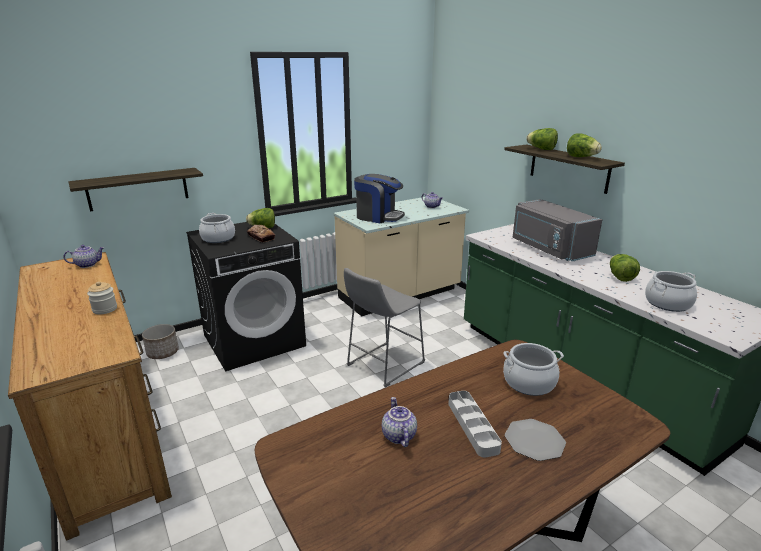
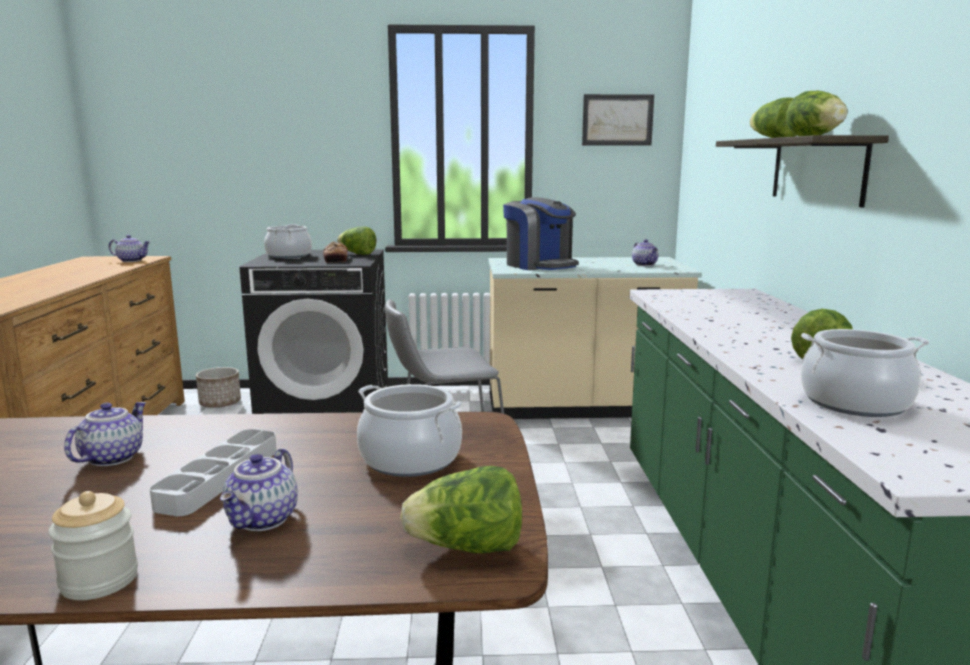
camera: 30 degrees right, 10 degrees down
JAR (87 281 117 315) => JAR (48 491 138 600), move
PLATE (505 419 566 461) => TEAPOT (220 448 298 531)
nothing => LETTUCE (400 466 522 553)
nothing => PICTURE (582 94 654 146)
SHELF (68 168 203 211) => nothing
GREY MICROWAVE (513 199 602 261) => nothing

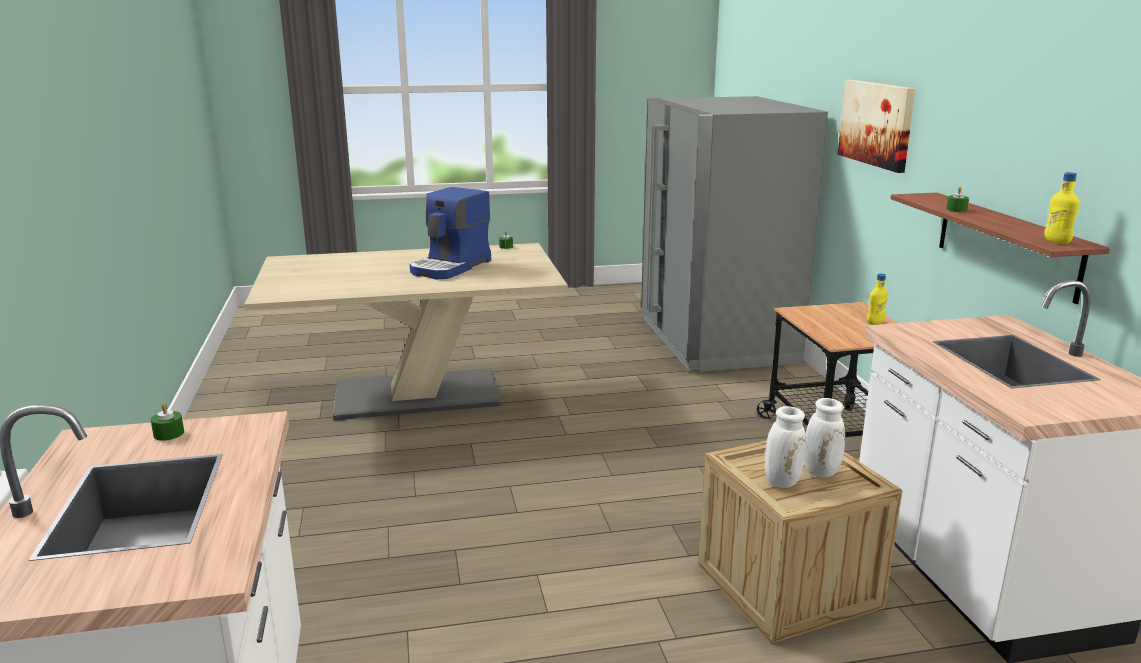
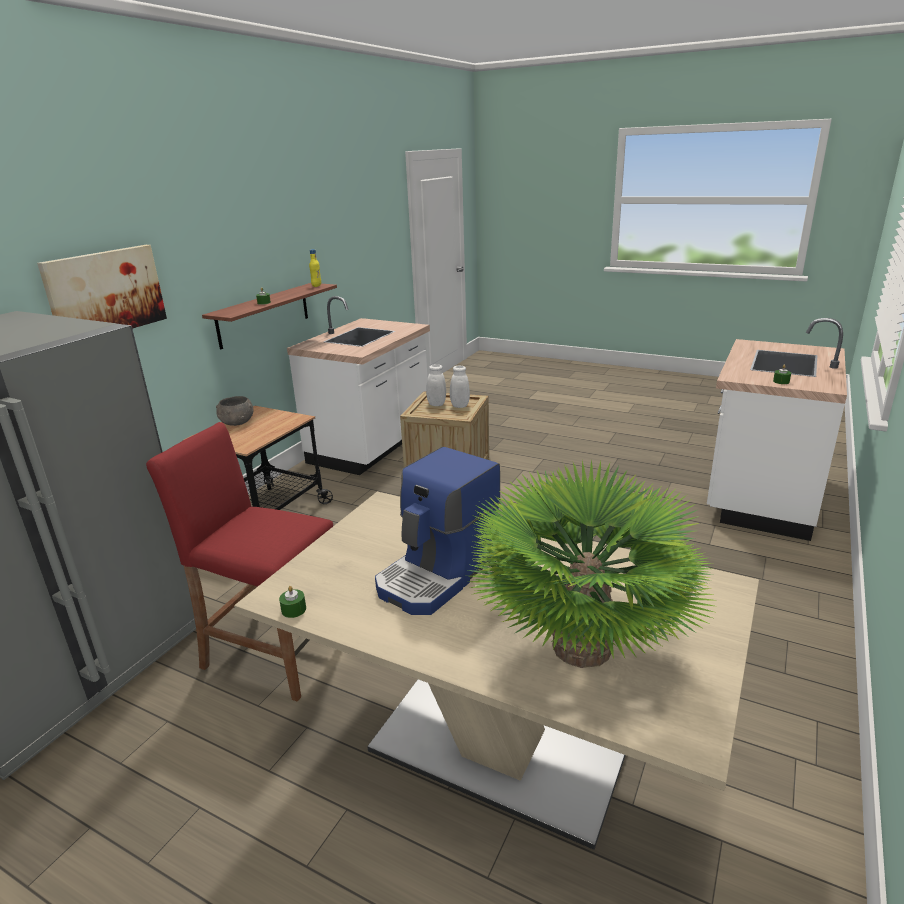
camera: 140 degrees left, 5 degrees up
nothing => RED STOOL (146 422 333 702)
YELLOW BOTTLE (867 274 888 325) => GREY BOWL (216 396 254 426)
COFFEE MACHINE (410 187 491 279) => COFFEE MACHINE (375 447 501 615), 150 degrees clockwise
nothing => POTTED PLANT (468 459 718 668)

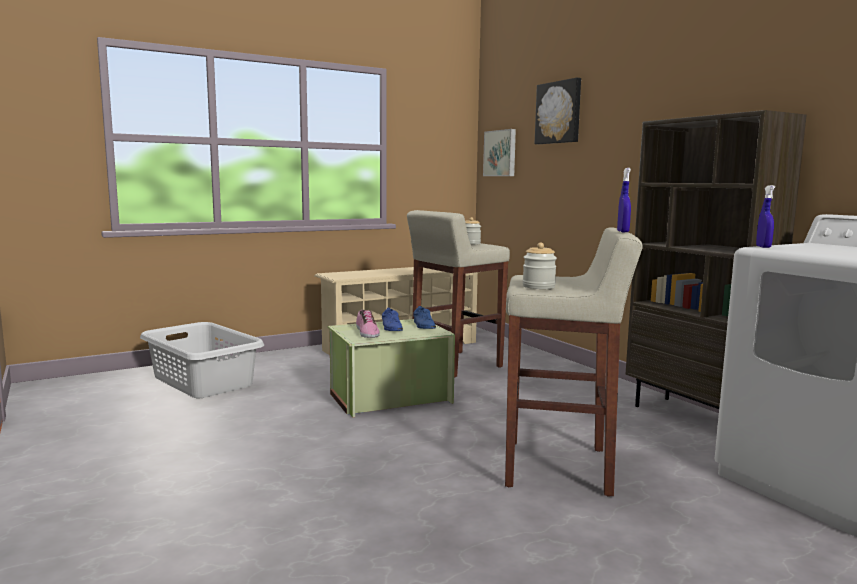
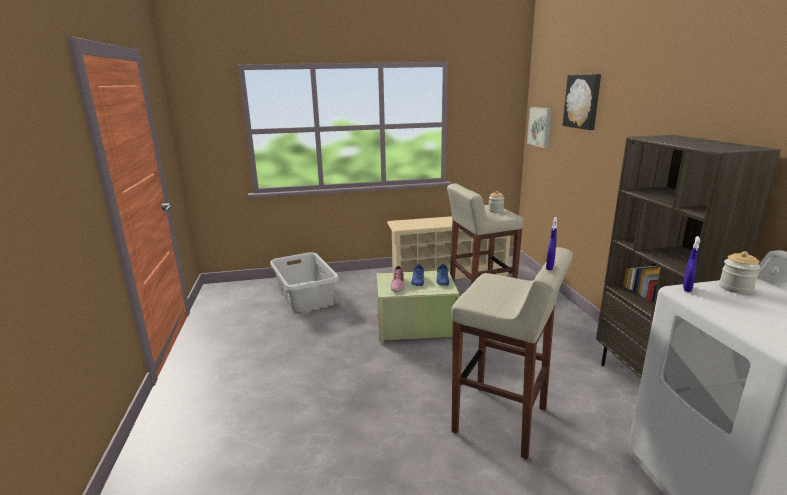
camera: 20 degrees right, 10 degrees up
JAR (523 243 557 289) => JAR (719 251 761 294), move

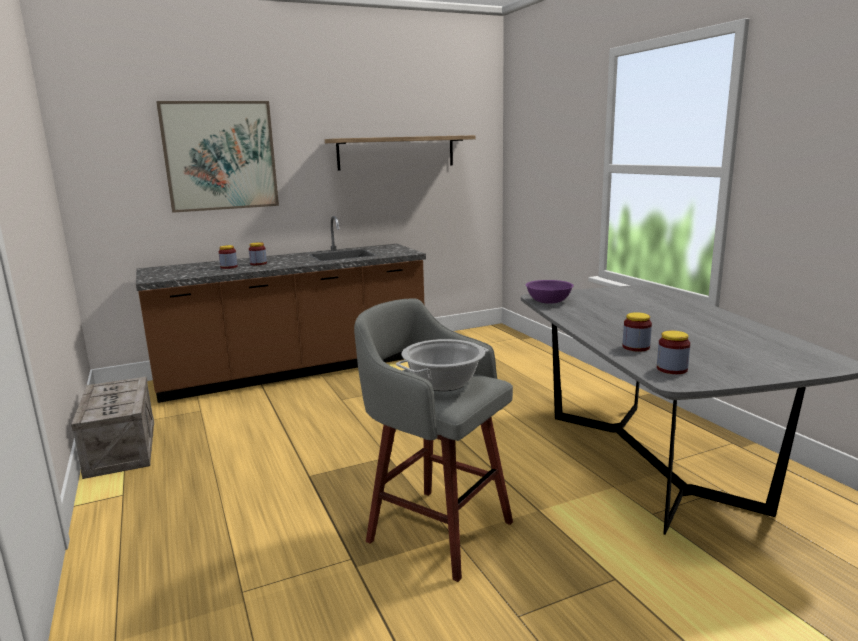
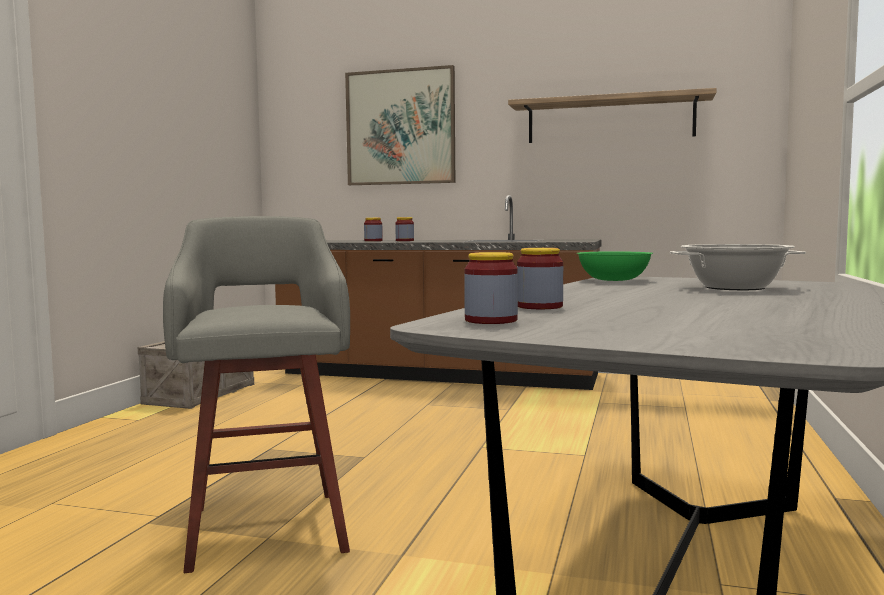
camera: 40 degrees right, 10 degrees down
PURPLE BOWL (526 280 574 304) => GREEN BOWL (577 251 653 281)
COOKING POT (396 339 488 391) => COOKING POT (670 244 806 290), move

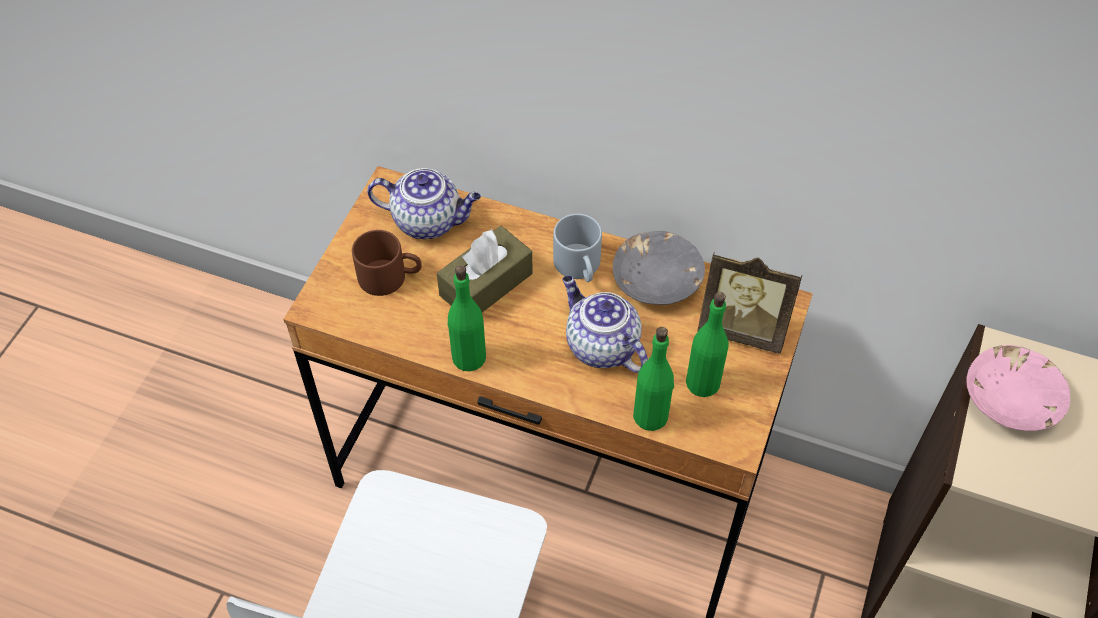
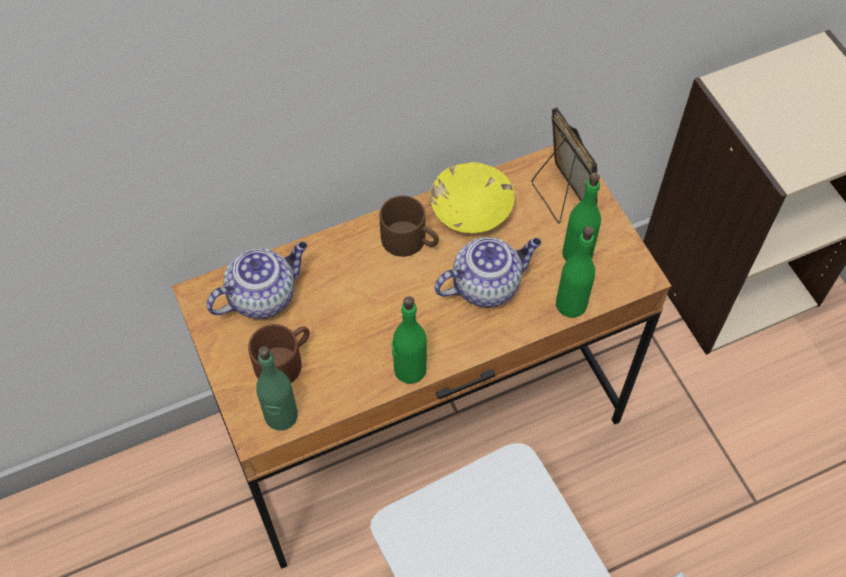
camera: 45 degrees left, 5 degrees up
nothing => GREEN BOTTLE (256 346 298 431)
GREY MUG (553 214 602 282) => BROWN MUG (379 195 439 257)
GREY BOWL (613 231 705 305) => YELLOW BOWL (430 162 515 234)
TEAPOT (562 276 648 373) => TEAPOT (434 237 541 308), 150 degrees clockwise
PICTURE FRAME (697 252 802 354) => PICTURE FRAME (531 107 597 224), 90 degrees counterclockwise
BROWN TISSUE BOX (437 226 533 313) => nothing
PINK BOWL (966 345 1070 431) => nothing

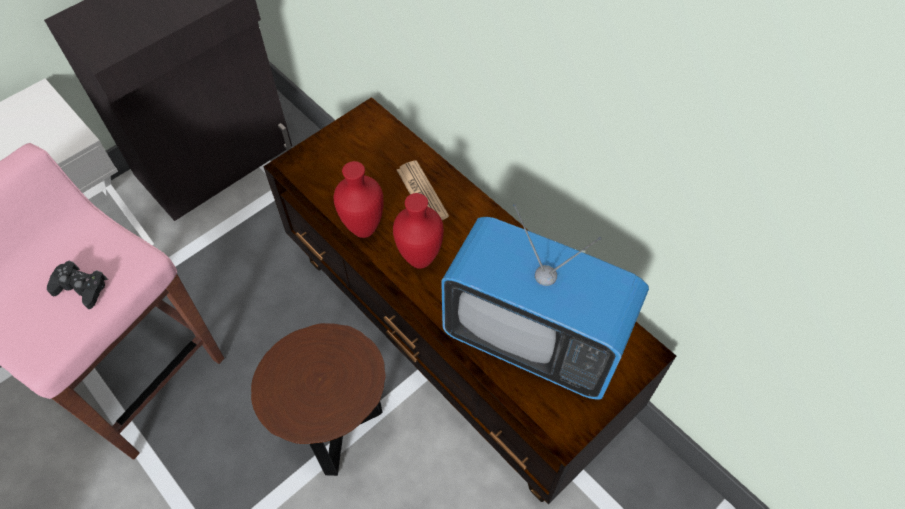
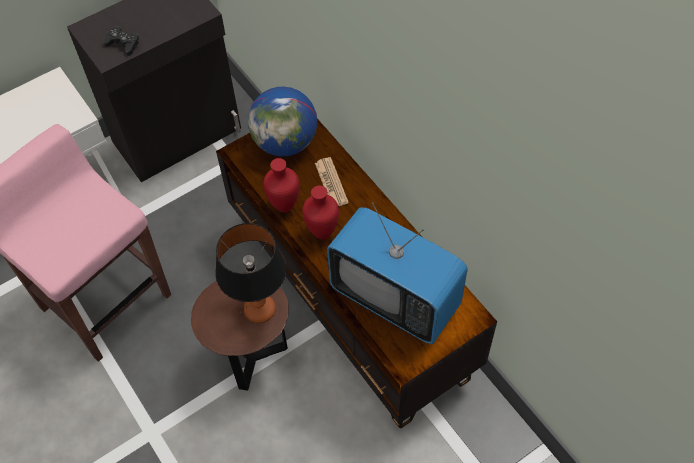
camera: 10 degrees right, 0 degrees up
BLACK GAME CONTROLLER (47 261 108 309) => BLACK GAME CONTROLLER (103 26 140 56), move
nothing => TABLE LAMP (215 223 286 323)
nothing => GLOBE (248 87 317 157)

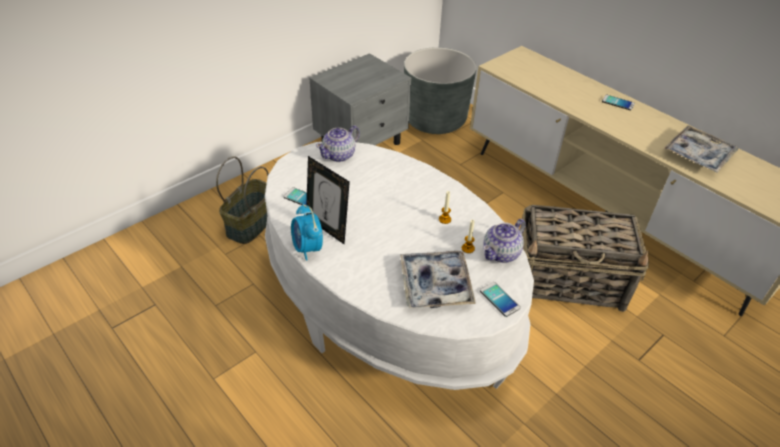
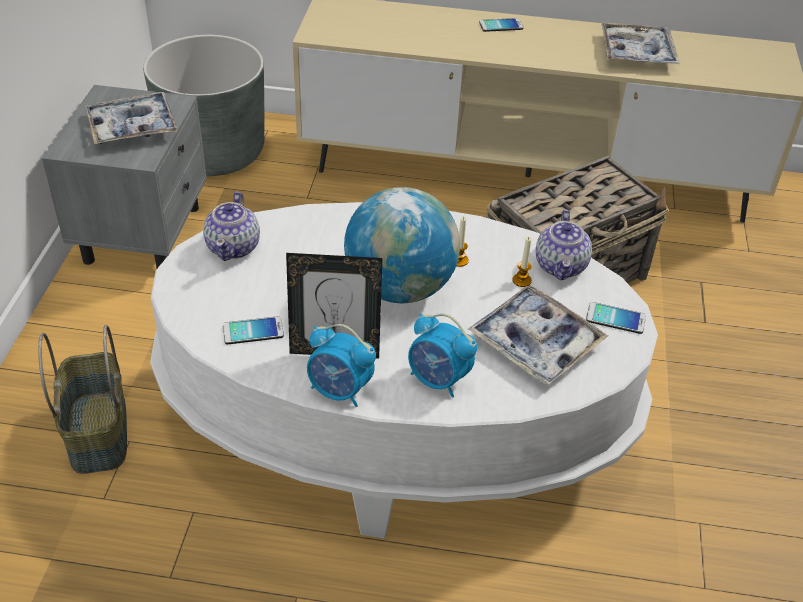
camera: 40 degrees left, 0 degrees up
nothing => TRAY (86 92 177 144)
nothing => GLOBE (344 187 460 303)
nothing => ALARM CLOCK (408 313 477 398)

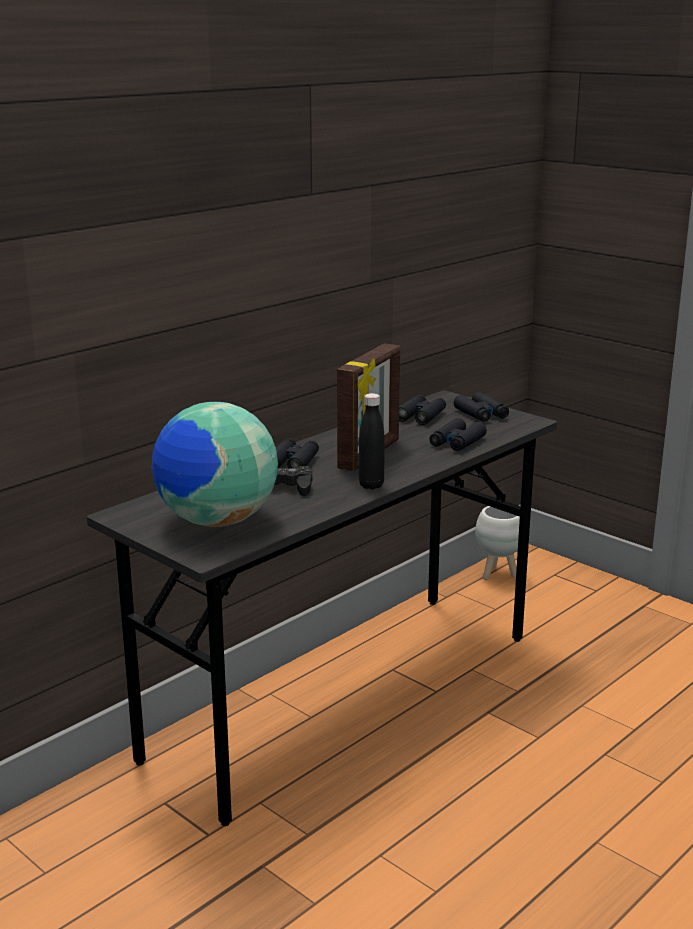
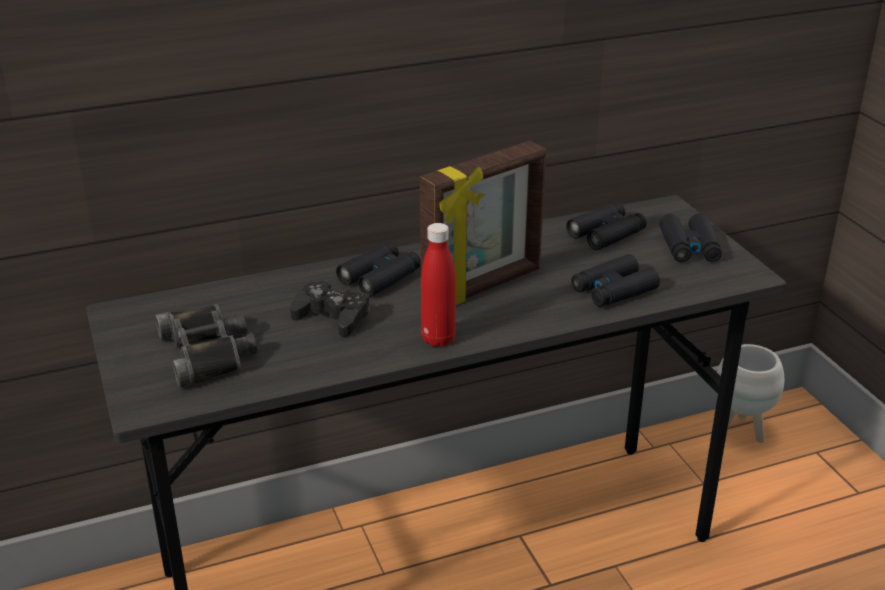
camera: 25 degrees right, 10 degrees up
GLOBE (152 402 278 527) => BLACK BINOCULARS (155 304 257 387)
BLACK BOTTLE (359 393 385 489) => RED BOTTLE (421 223 456 347)

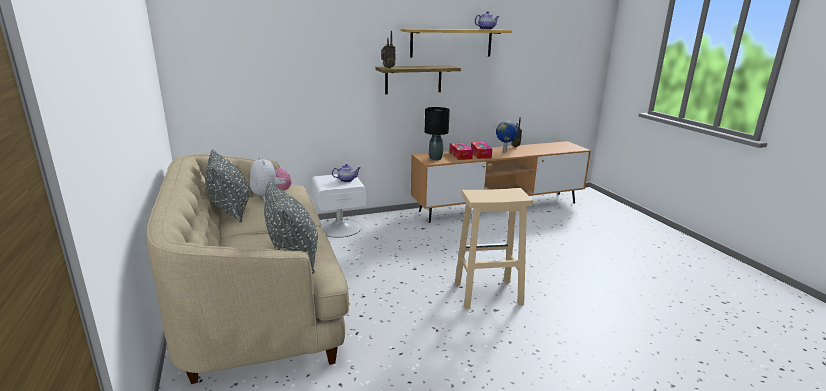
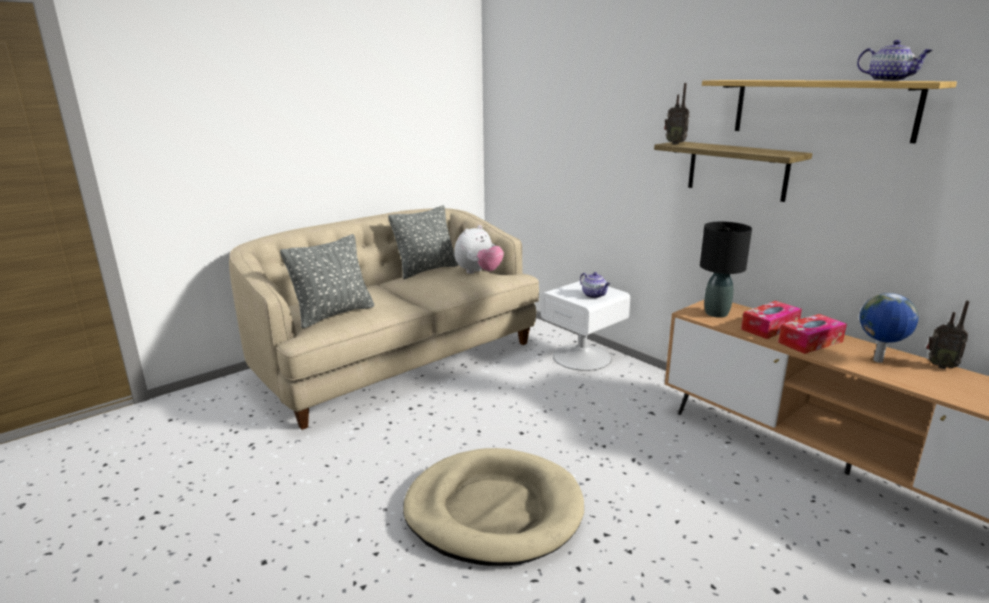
camera: 70 degrees right, 0 degrees up
BEIGE STOOL (455 188 533 309) => BEIGE DOG BED (403 448 584 566)

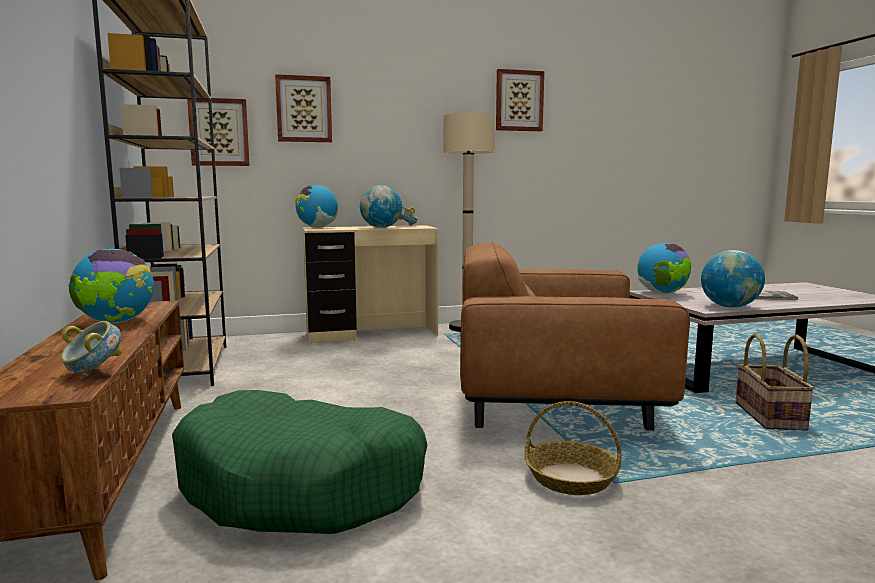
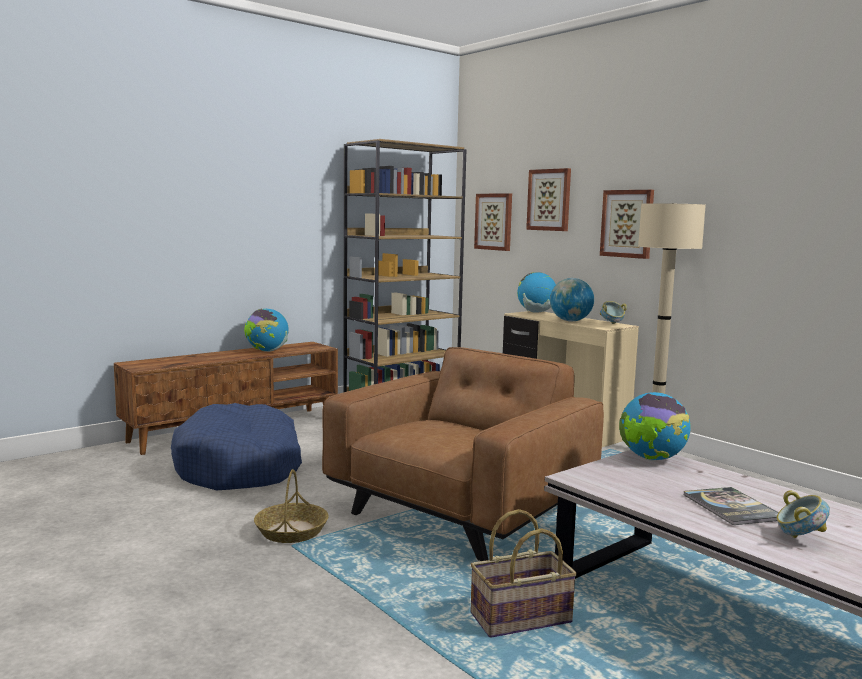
camera: 65 degrees right, 0 degrees up
GREEN DOG BED (172 390 427 534) => BLUE DOG BED (171 403 302 490)
BROWN ARMCHAIR (460 242 690 431) => BROWN ARMCHAIR (322 347 604 561), 60 degrees clockwise
PICTURE (496 69 544 131) => PICTURE (600 190 654 259), move
BOWL (61 321 122 376) => BOWL (776 491 830 538), move
GLOBE (701 250 765 308) => nothing

